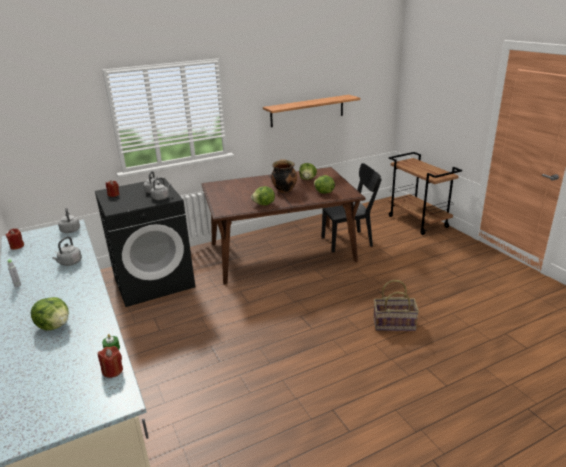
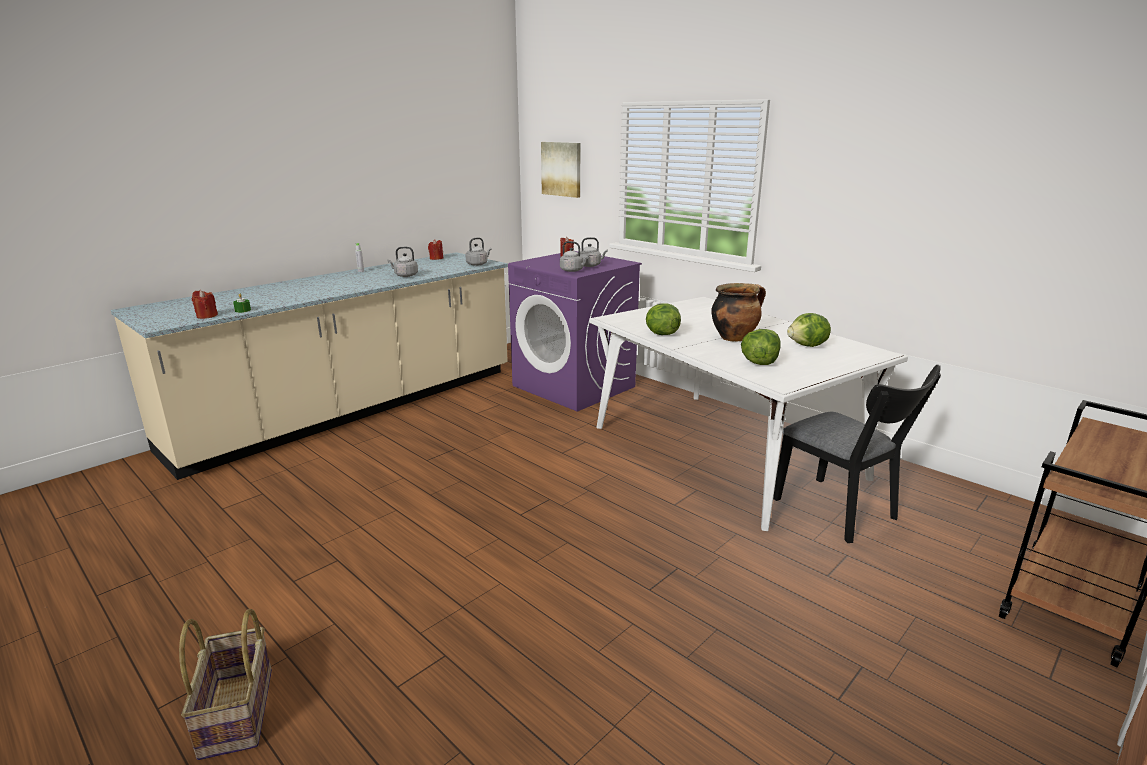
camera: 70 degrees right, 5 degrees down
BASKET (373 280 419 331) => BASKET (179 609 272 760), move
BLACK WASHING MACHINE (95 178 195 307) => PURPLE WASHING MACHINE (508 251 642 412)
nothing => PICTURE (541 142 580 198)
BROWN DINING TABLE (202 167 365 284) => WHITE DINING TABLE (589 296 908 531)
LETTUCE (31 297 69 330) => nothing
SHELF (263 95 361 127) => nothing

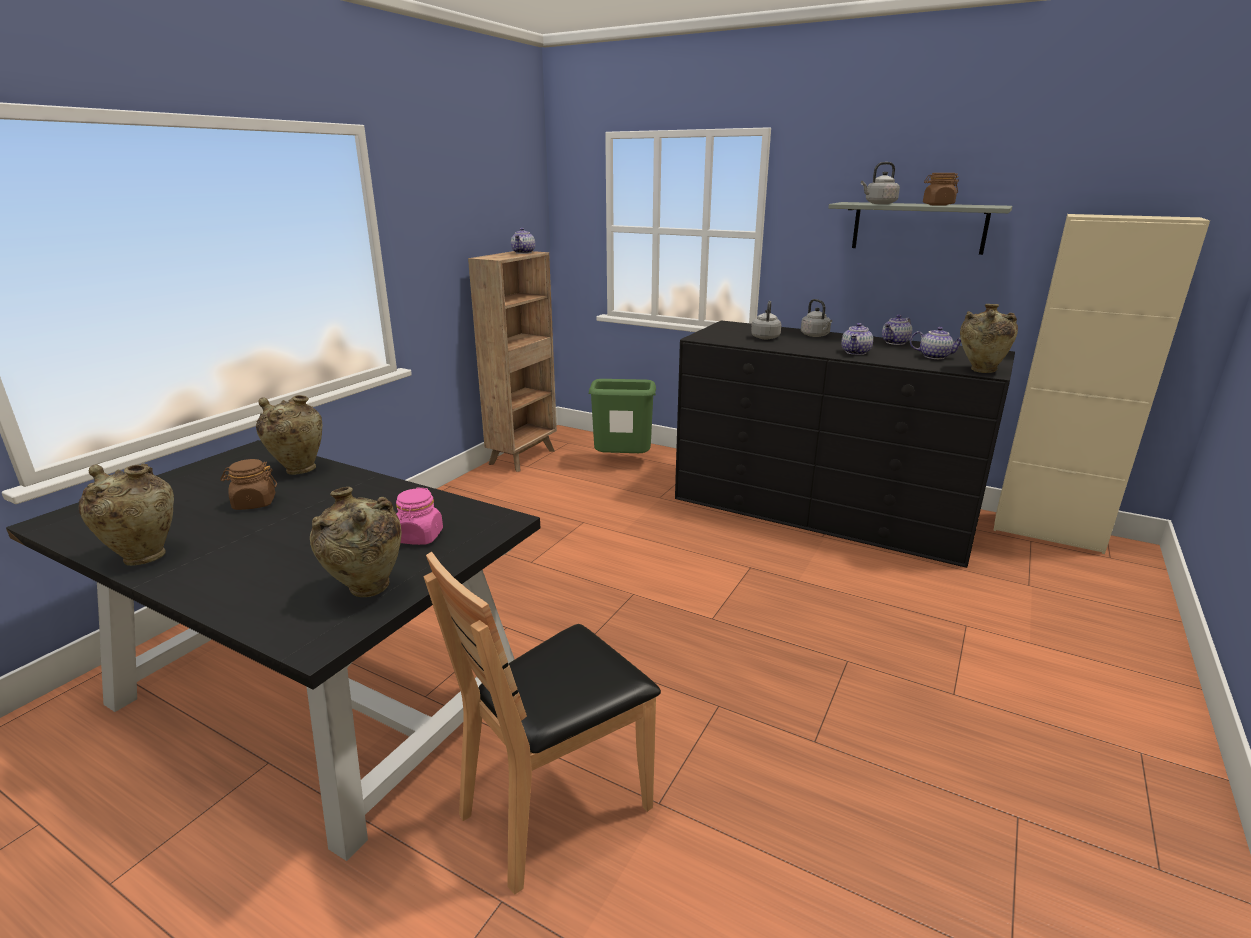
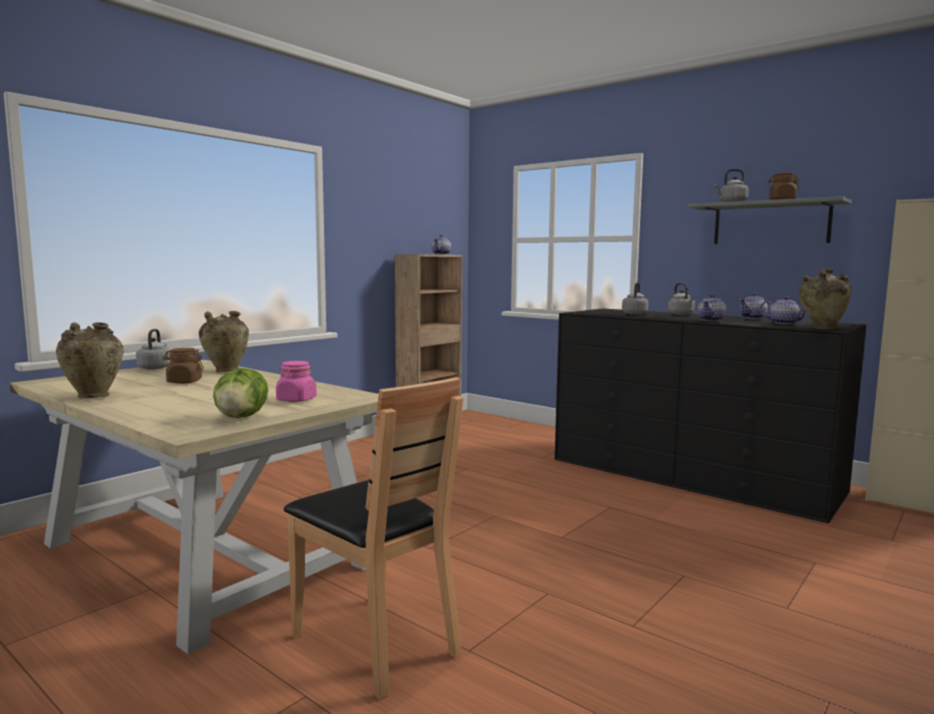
camera: 10 degrees right, 15 degrees down
BLACK DINING TABLE (6 440 540 861) => BEIGE DINING TABLE (10 360 379 654)
nothing => GREY KETTLE (136 329 171 370)
BEIGE VASE (310 487 401 597) => LETTUCE (213 368 269 418)
BROWN CHAIR (424 552 661 895) => BROWN CHAIR (284 377 463 700), 105 degrees counterclockwise
GREEN TRASH CAN (589 379 656 453) => nothing

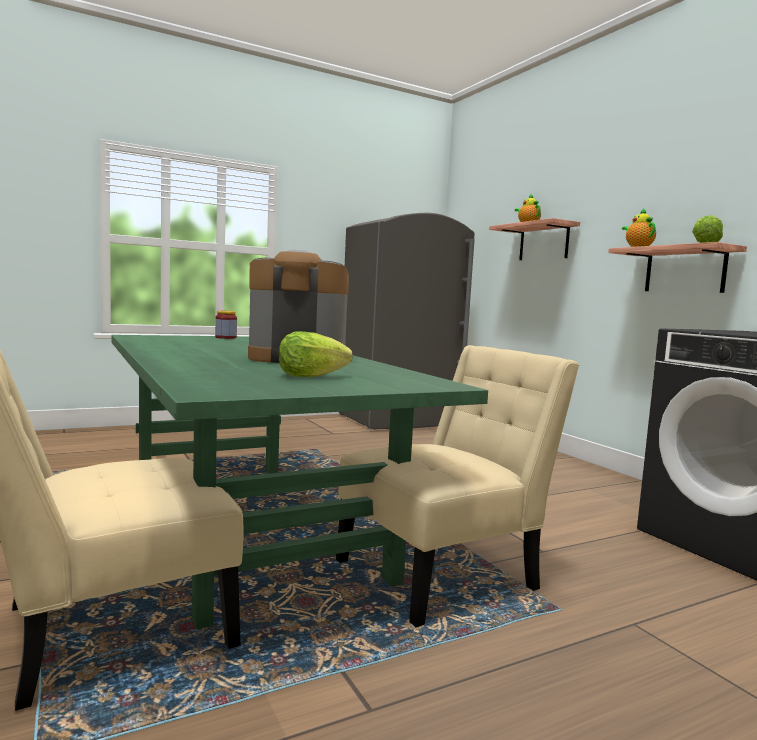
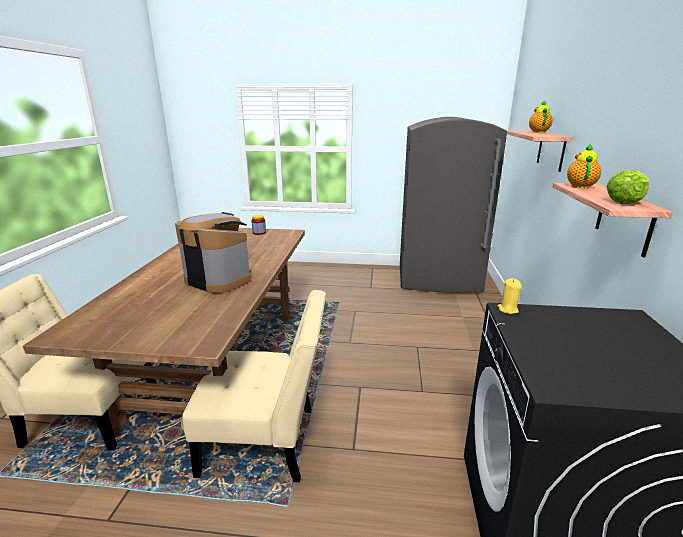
camera: 35 degrees right, 15 degrees up
GREEN DINING TABLE (111 335 488 629) => BROWN DINING TABLE (23 228 305 432)
nothing => YELLOW CANDLE (498 278 521 314)
LETTUCE (279 331 353 377) => nothing

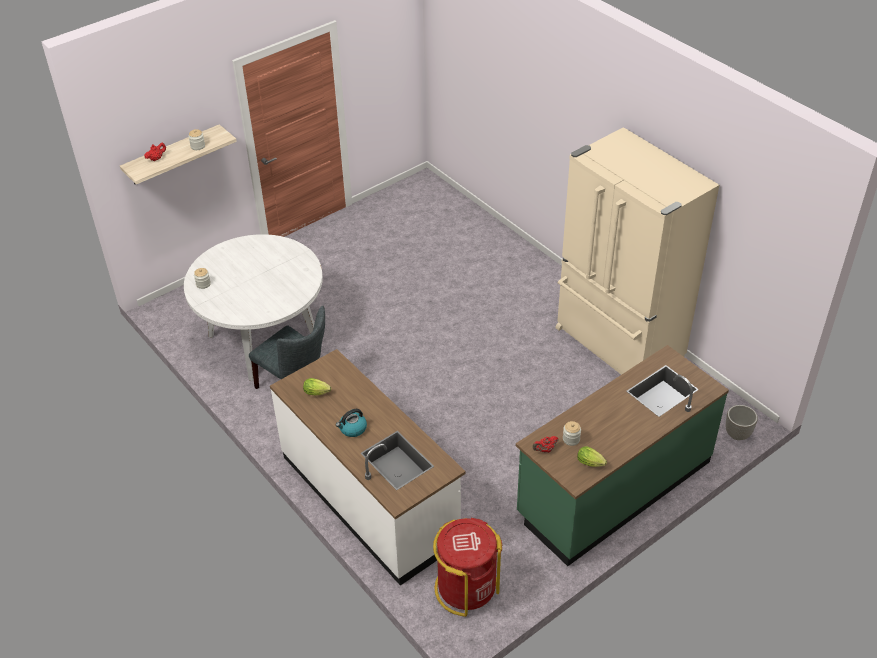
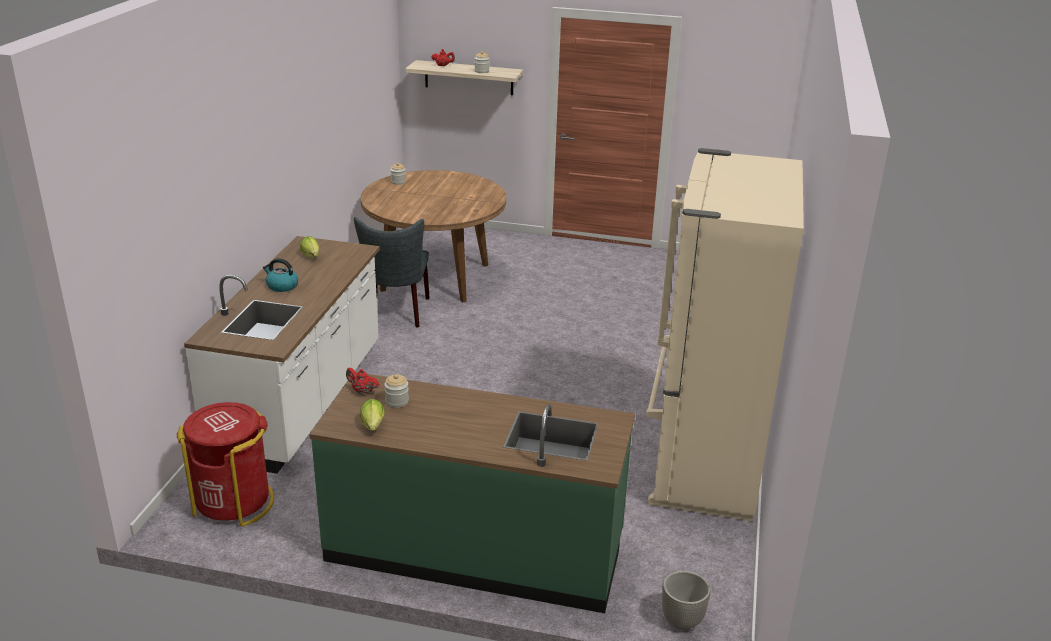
camera: 50 degrees right, 15 degrees down
WHITE DINING TABLE (184 234 323 381) => BROWN DINING TABLE (361 170 506 303)

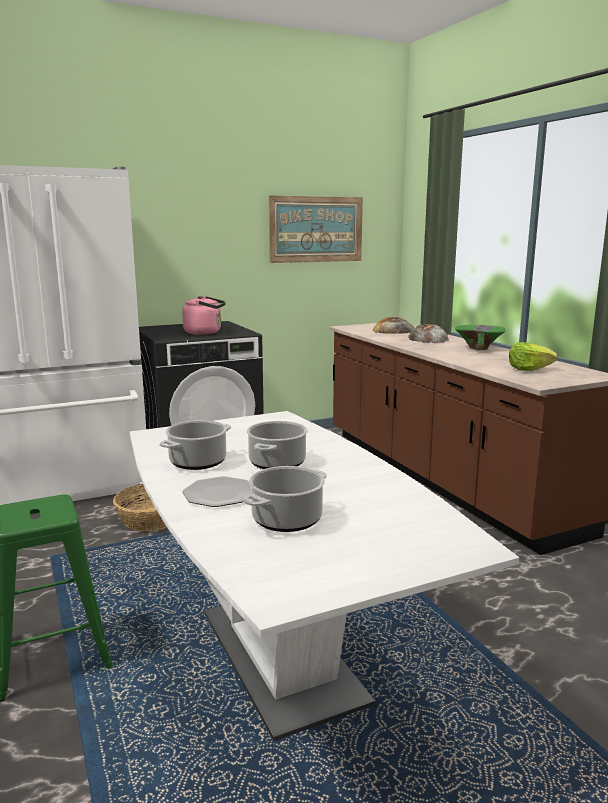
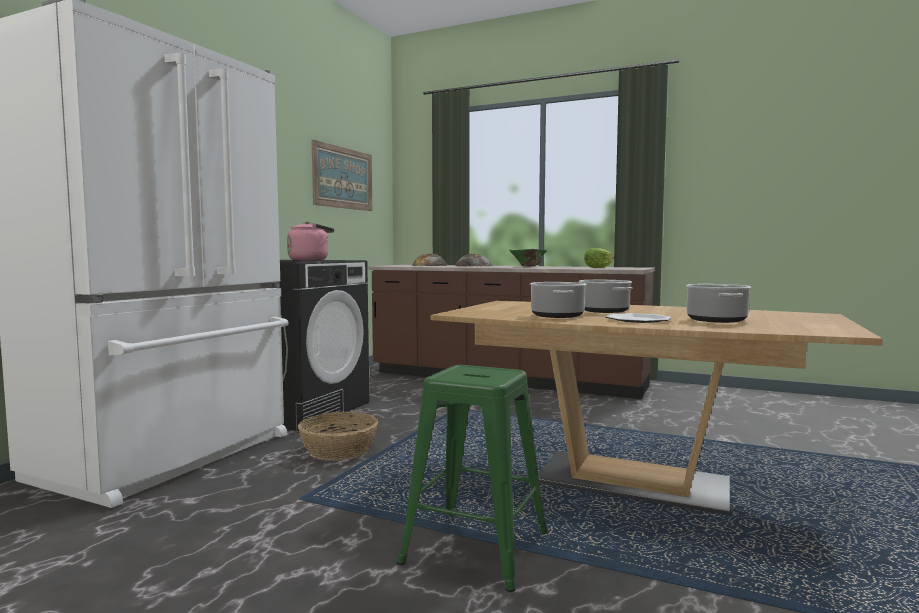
camera: 40 degrees left, 10 degrees down
WHITE DINING TABLE (130 411 519 741) => BROWN DINING TABLE (431 301 883 516)

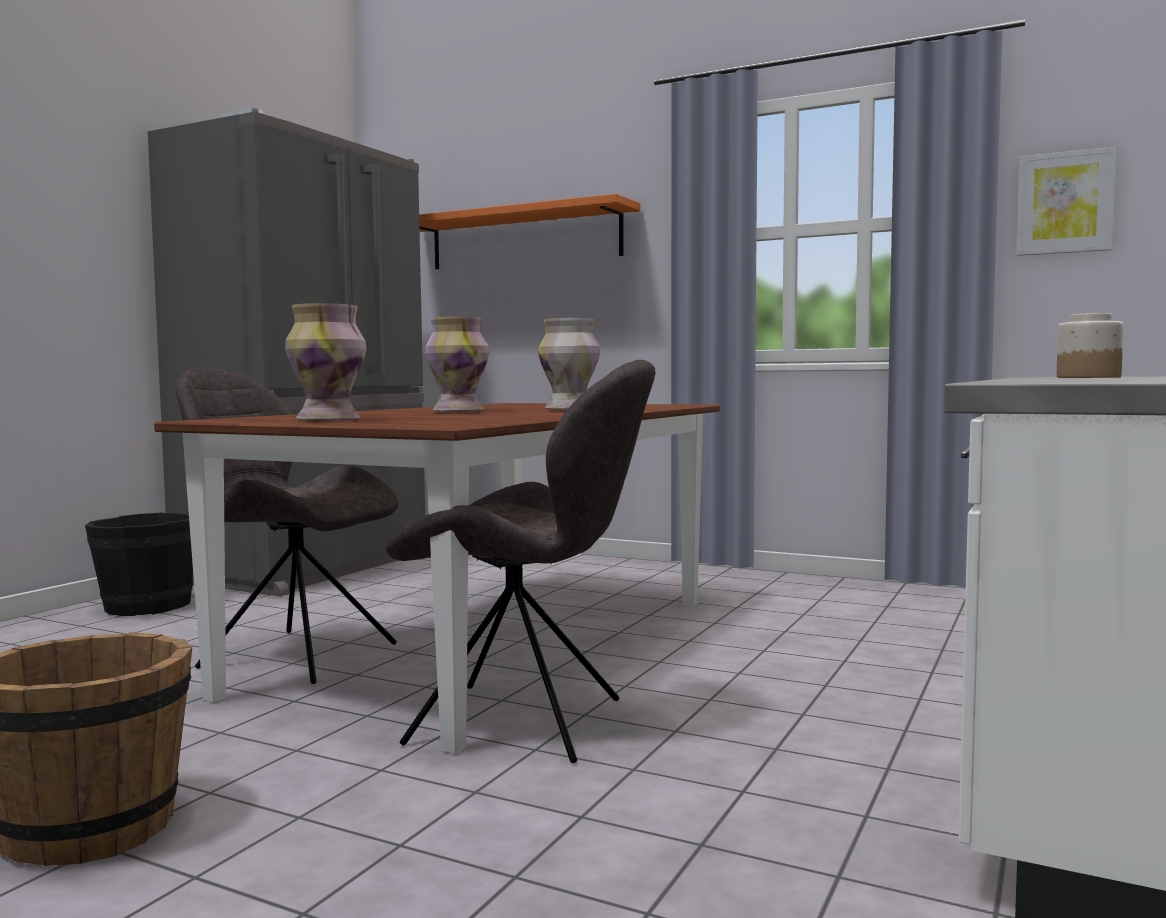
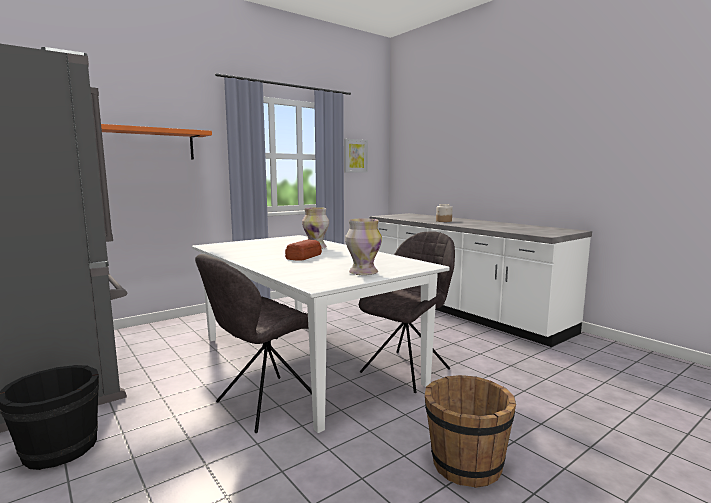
camera: 65 degrees left, 5 degrees up
BROWN DINING TABLE (154 403 720 754) => WHITE DINING TABLE (192 235 450 433)
VASE (425 316 489 412) => BREAD (285 240 322 261)

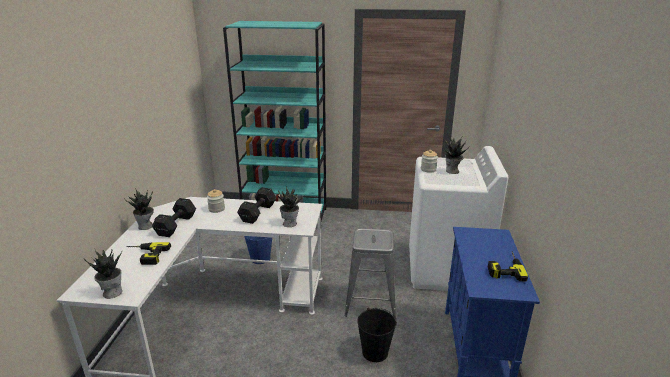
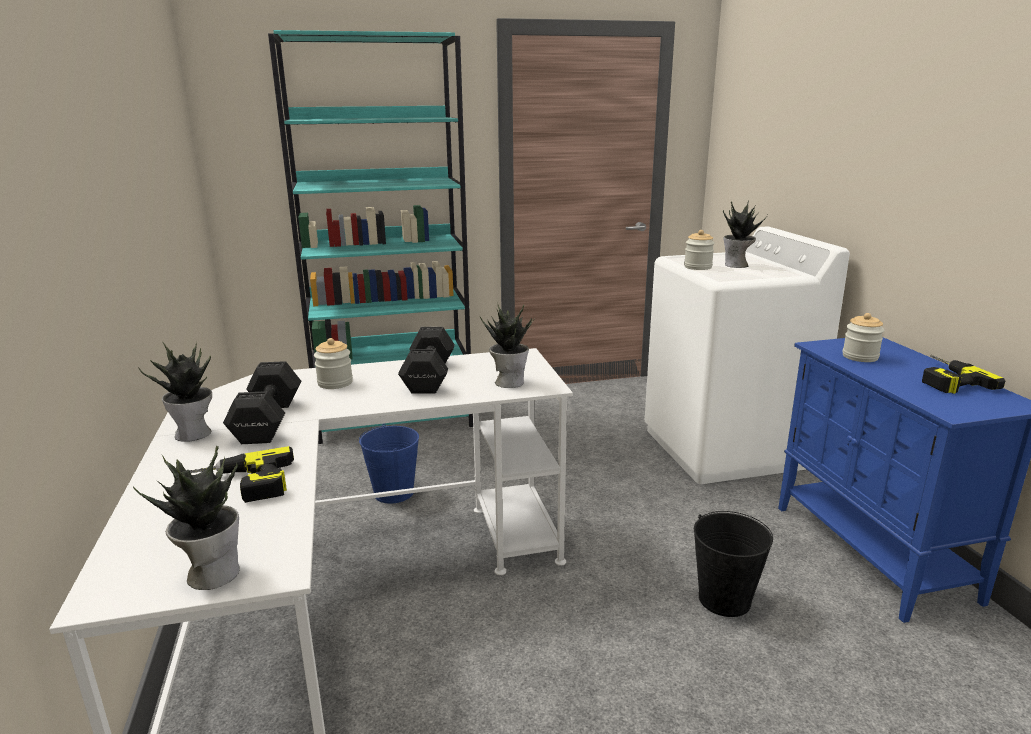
camera: 20 degrees left, 5 degrees down
nothing => JAR (842 313 885 362)
GREY STOOL (345 228 396 320) => nothing

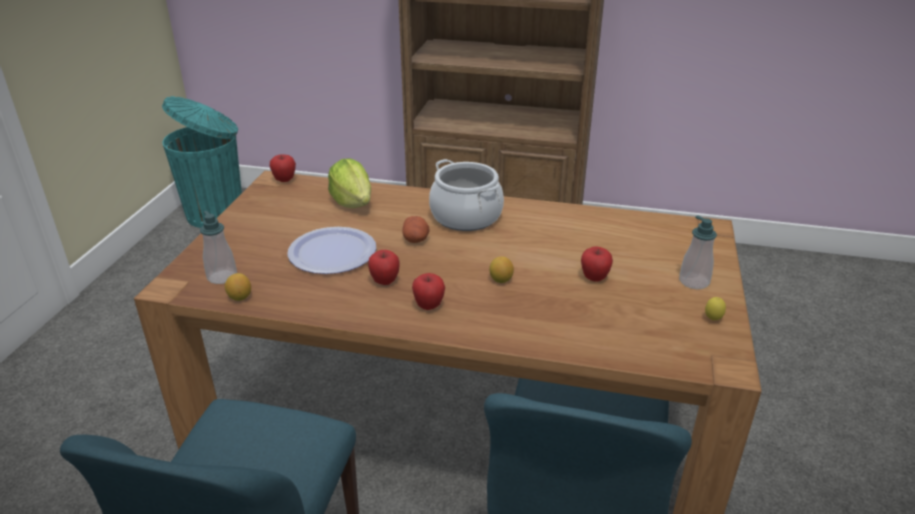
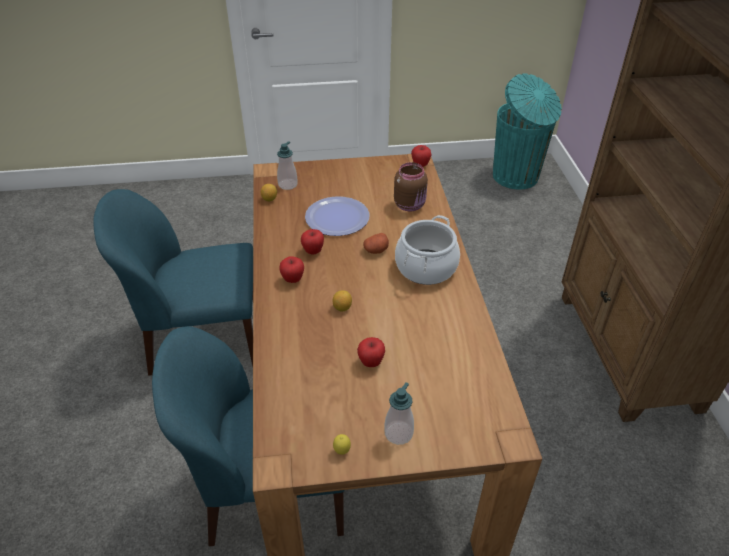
camera: 70 degrees right, 10 degrees up
LETTUCE (328 158 371 208) => BROWN JAR (394 162 428 211)

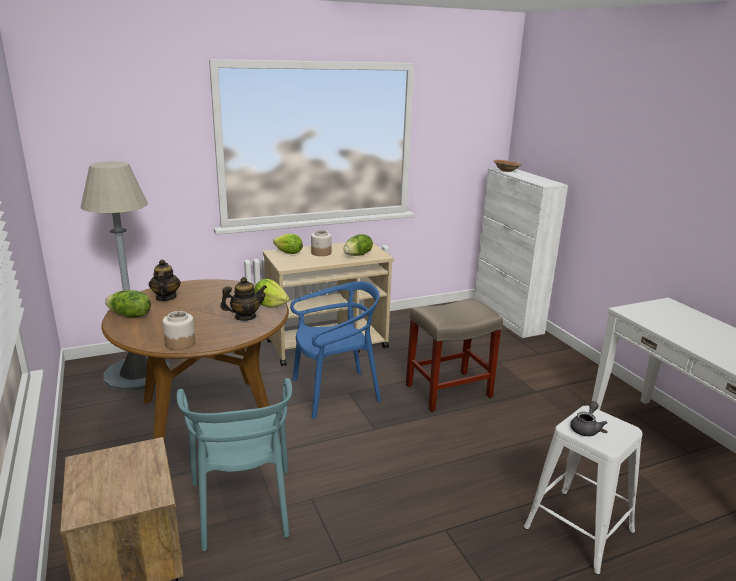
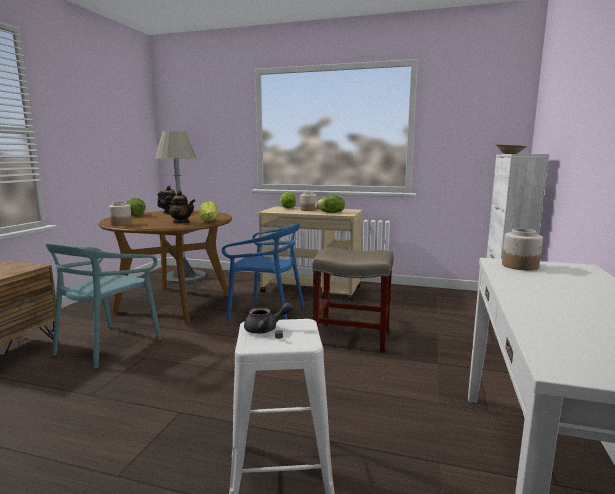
camera: 40 degrees right, 10 degrees down
nothing => JAR (502 229 543 270)

